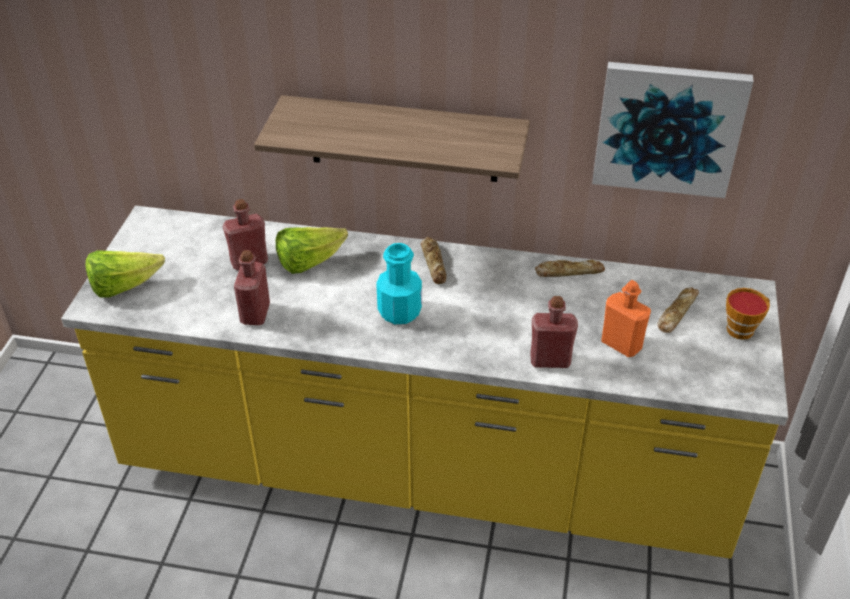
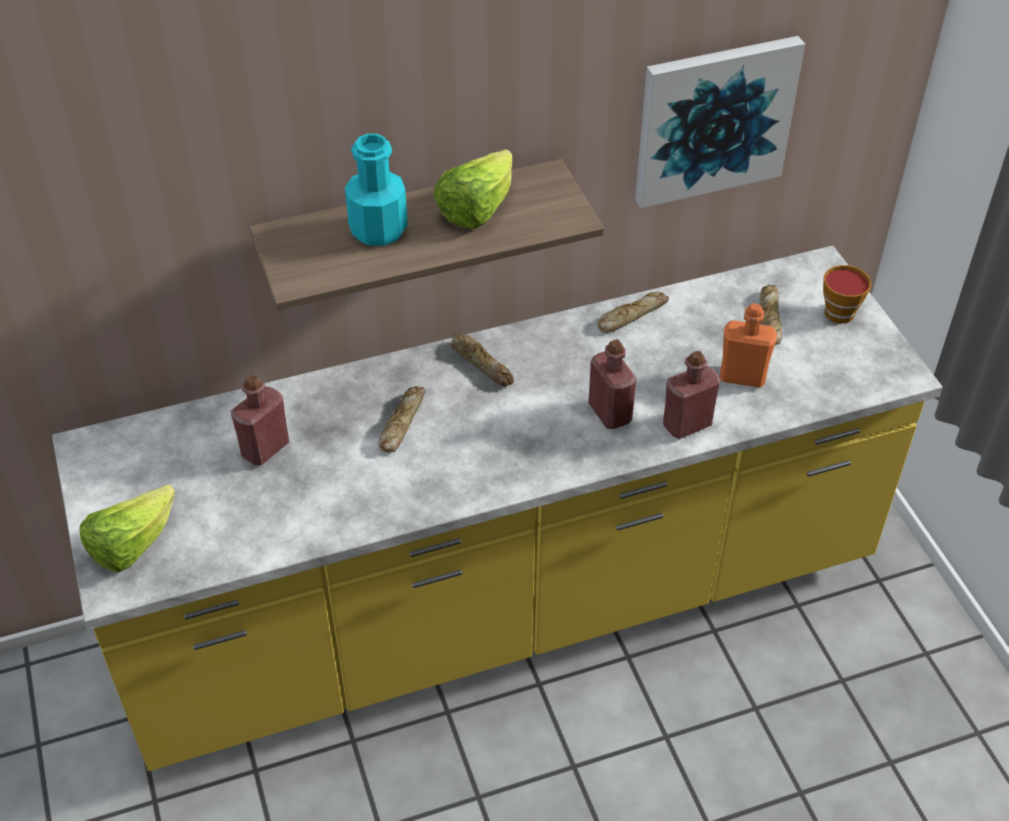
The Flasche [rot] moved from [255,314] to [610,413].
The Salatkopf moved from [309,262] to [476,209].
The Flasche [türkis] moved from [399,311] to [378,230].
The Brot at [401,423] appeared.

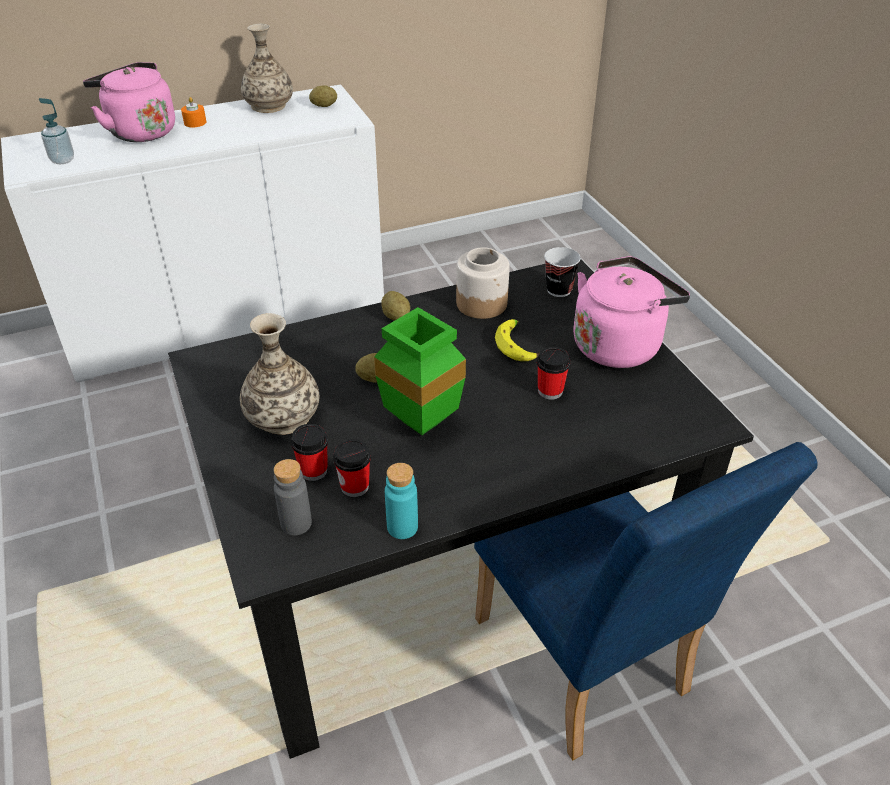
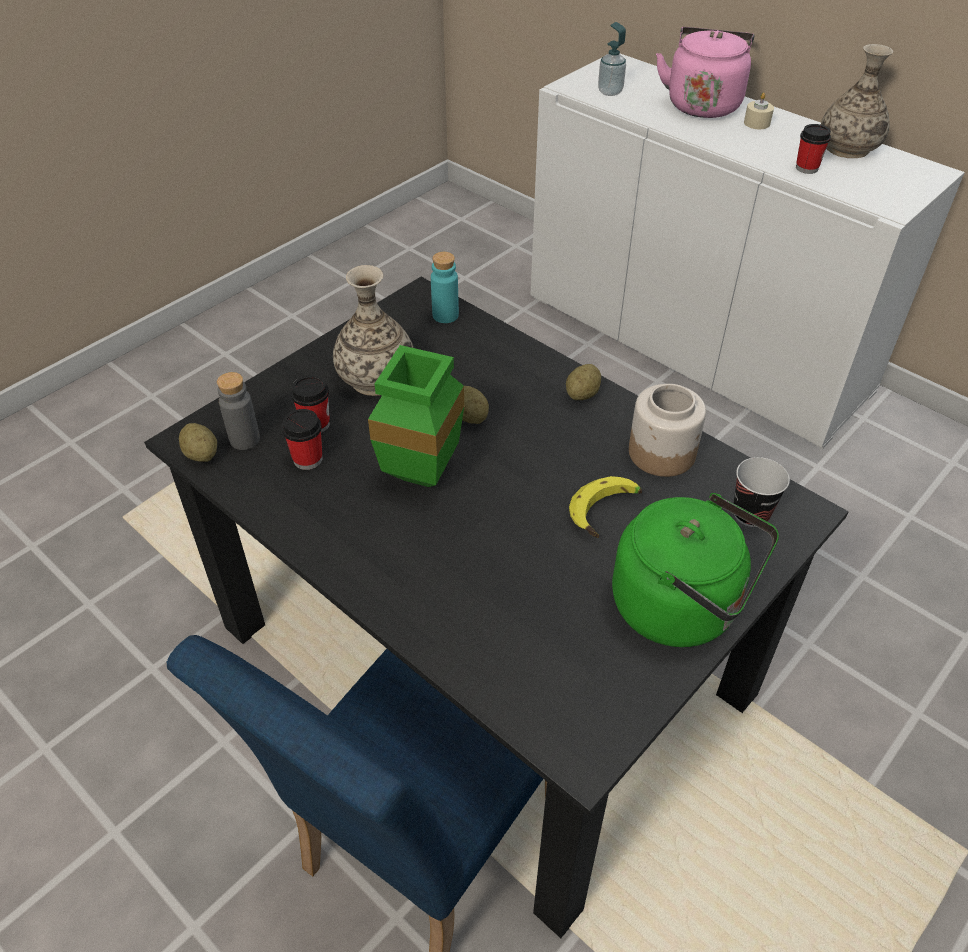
The Kerze [orange] at [195,122] became the Kerze [beige] at [757,123].
The Kartoffel moved from [324,106] to [201,454].
The Flasche [türkis] moved from [402,527] to [445,315].
The Tasse moved from [550,391] to [806,168].
The Wasserkessel [rosa] at [619,344] became the Wasserkessel [grün] at [682,607].

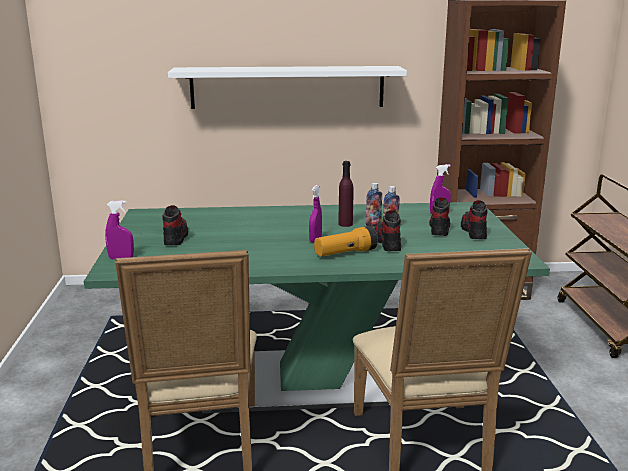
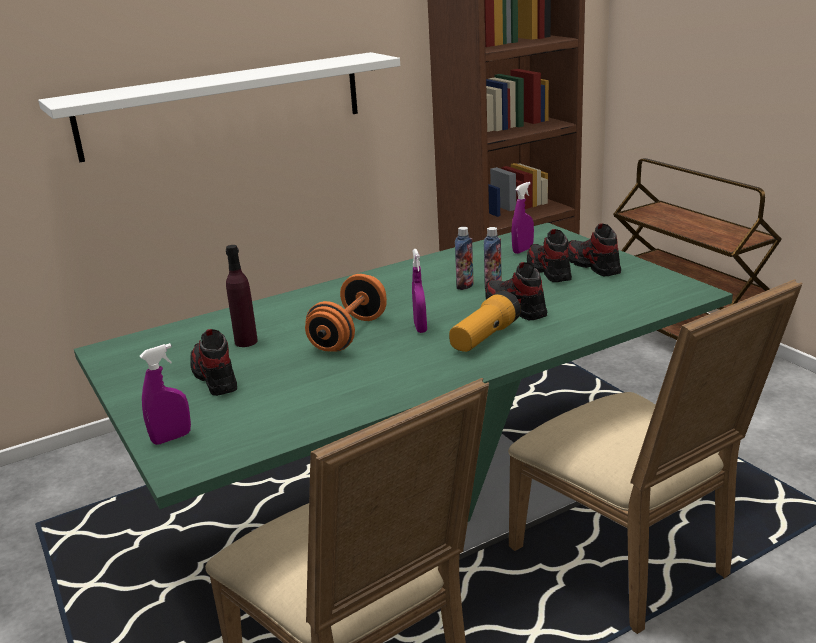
The Flasche [lila] moved from [345,224] to [246,342].
The Hantel [orange] at [349,334] appeared.

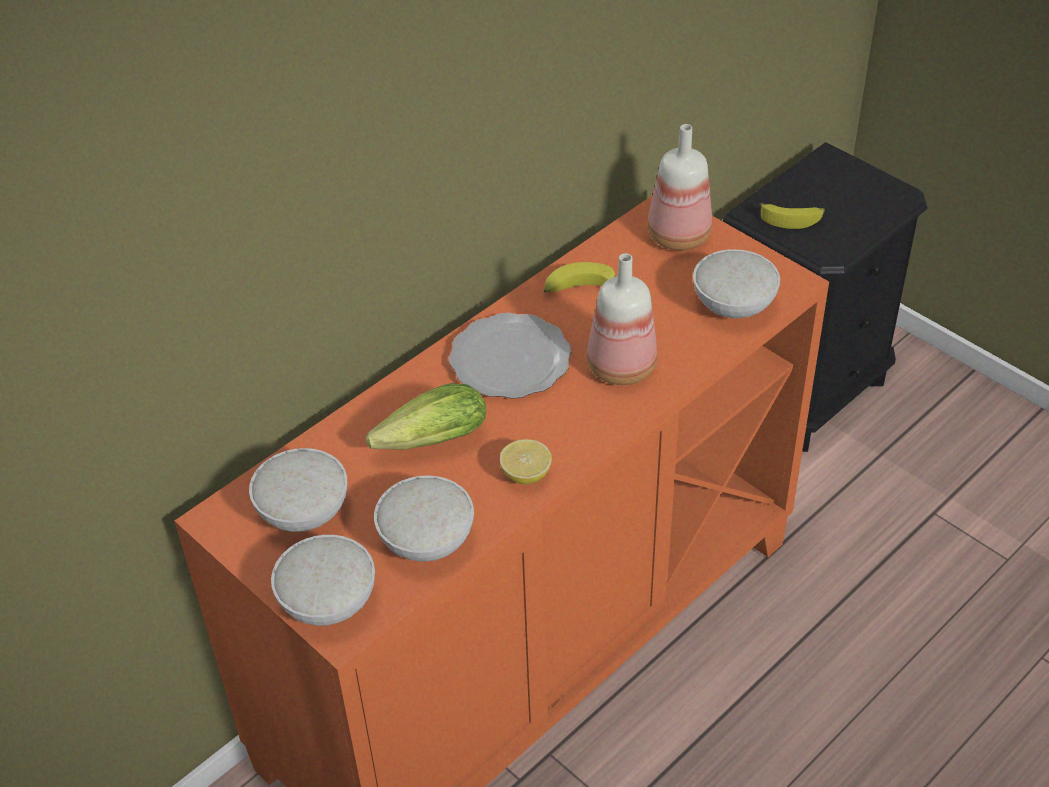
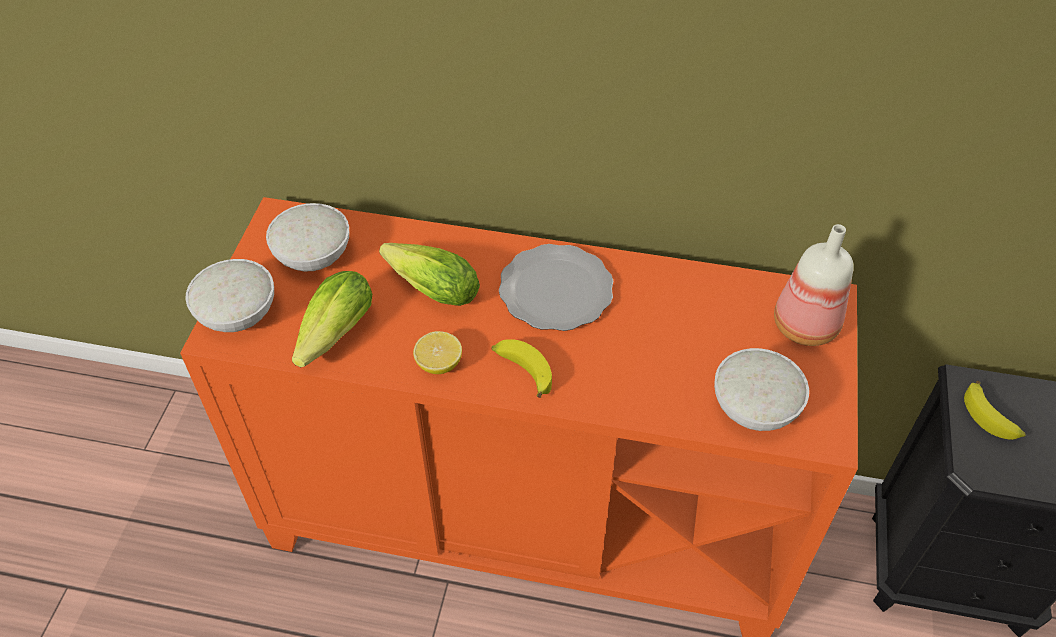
The Schüssel [weiß] at [427,539] was replaced by the Salatkopf at [332,338].
The Banane moved from [578,289] to [522,371].
The Flasche at [621,369] disappeared.

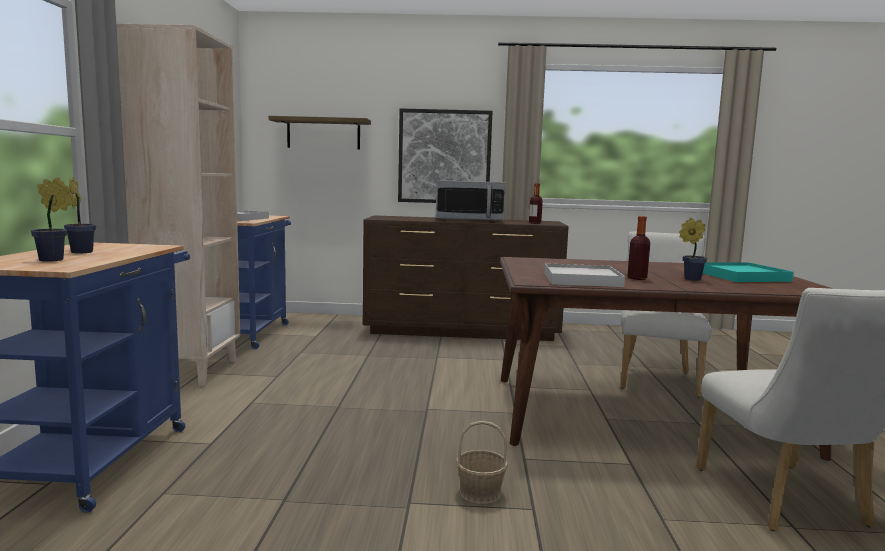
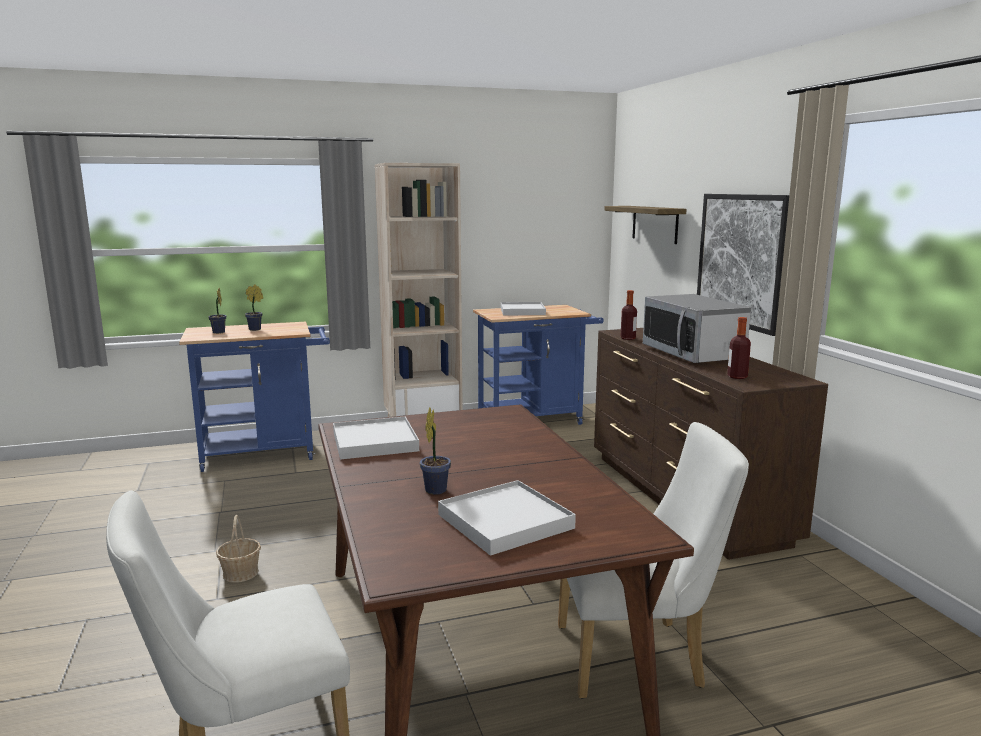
The Flasche moved from [637,278] to [628,338].
The Tablett [türkis] at [742,276] became the Tablett [weiß] at [505,521].

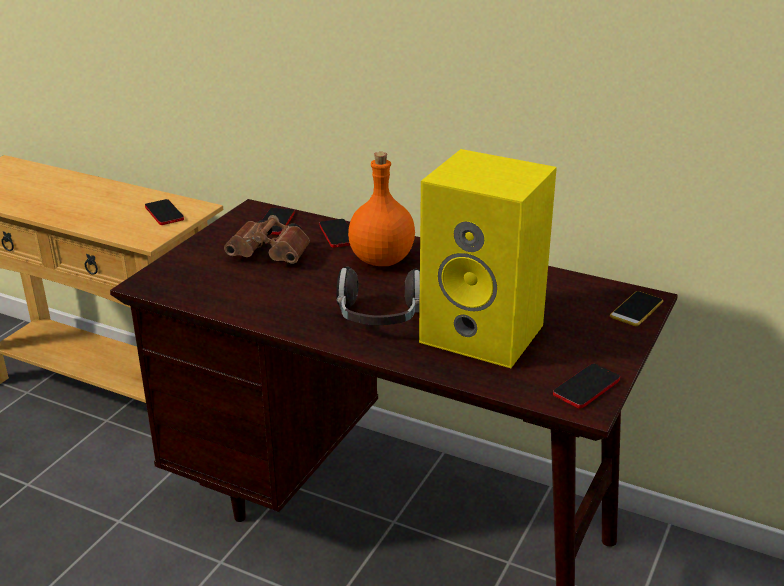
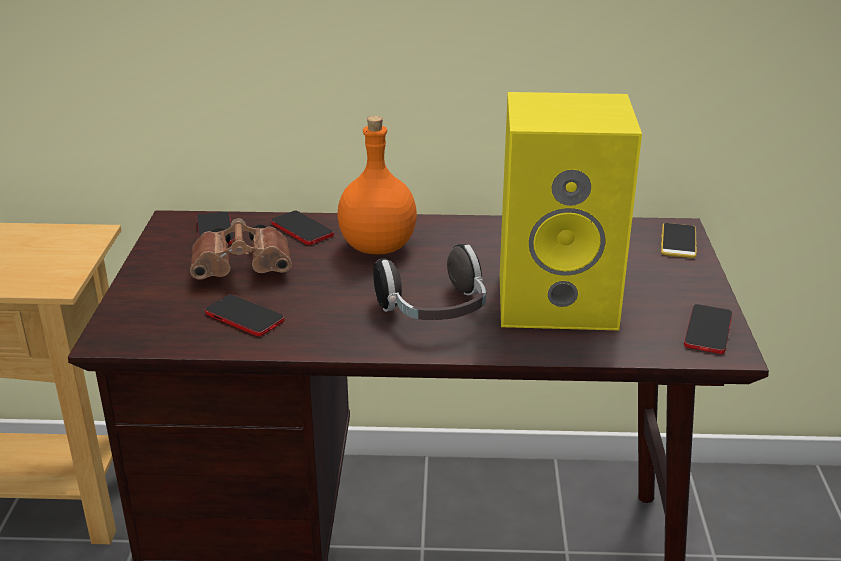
The Handy moved from [164,213] to [244,317].

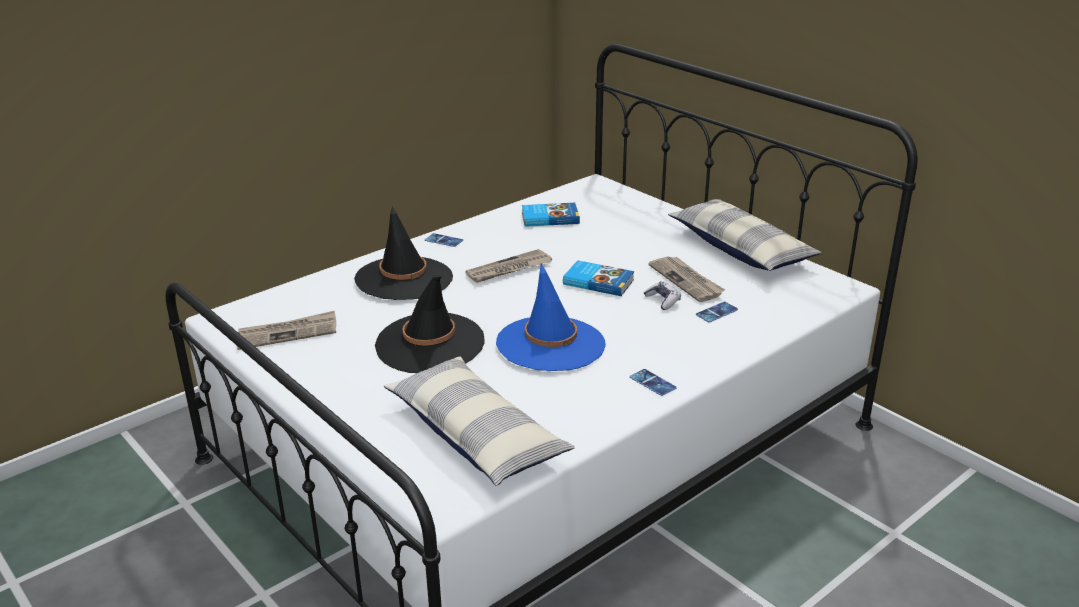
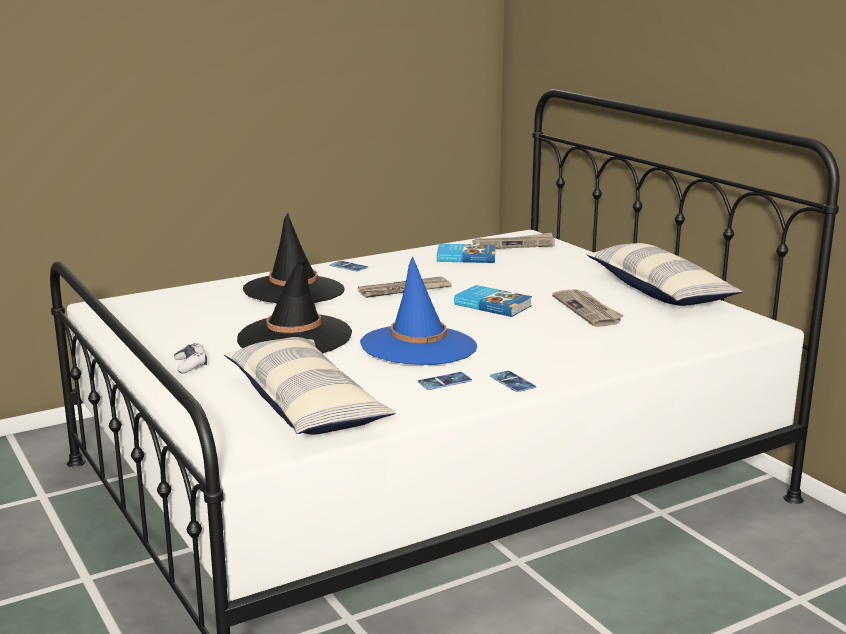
The Zeitung moved from [287,333] to [514,244].
The Gamepad moved from [663,300] to [191,365].
The Handy moved from [716,312] to [444,381].

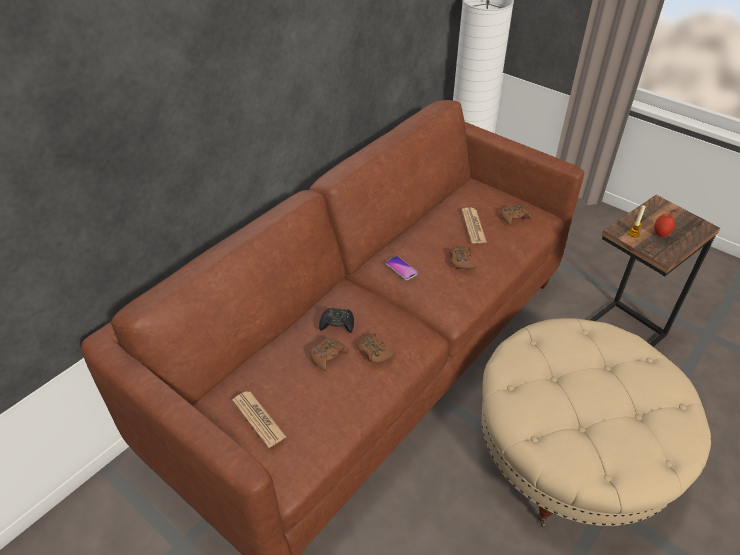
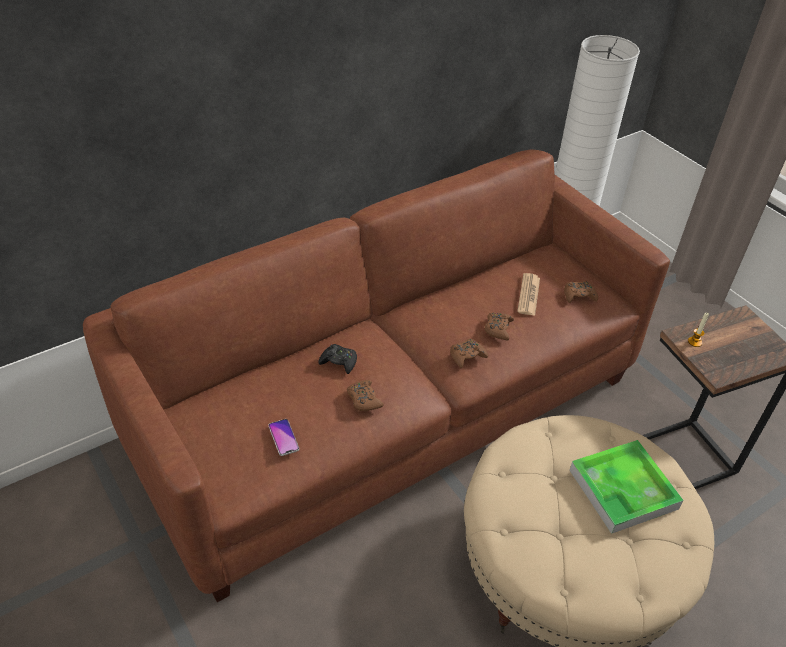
The Zeitung at [258,419] disappeared.
The Gamepad [braun] moved from [328,356] to [467,356].
The Handy moved from [401,268] to [283,438].
The Apfel at [660,233] disappeared.
The Tablett at [623,489] appeared.

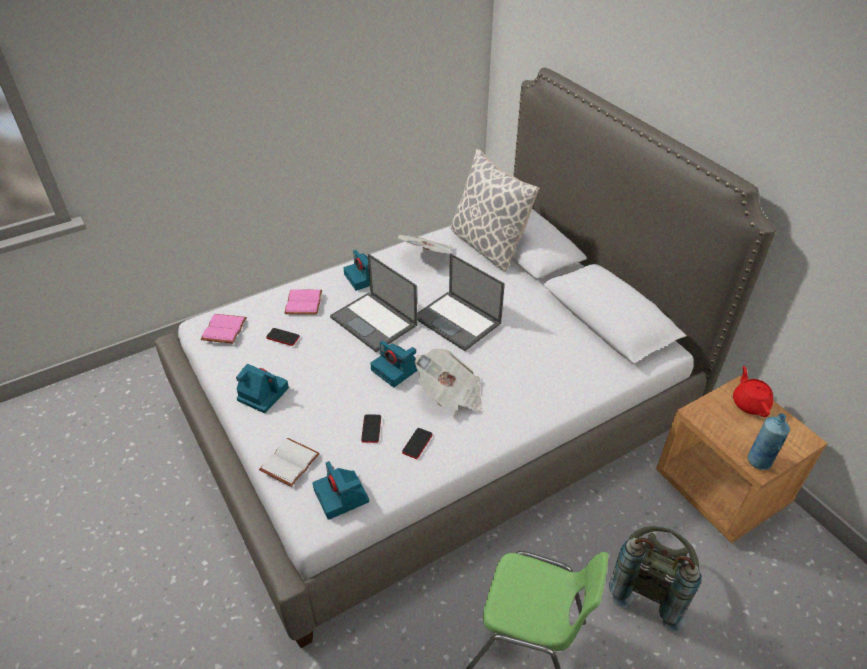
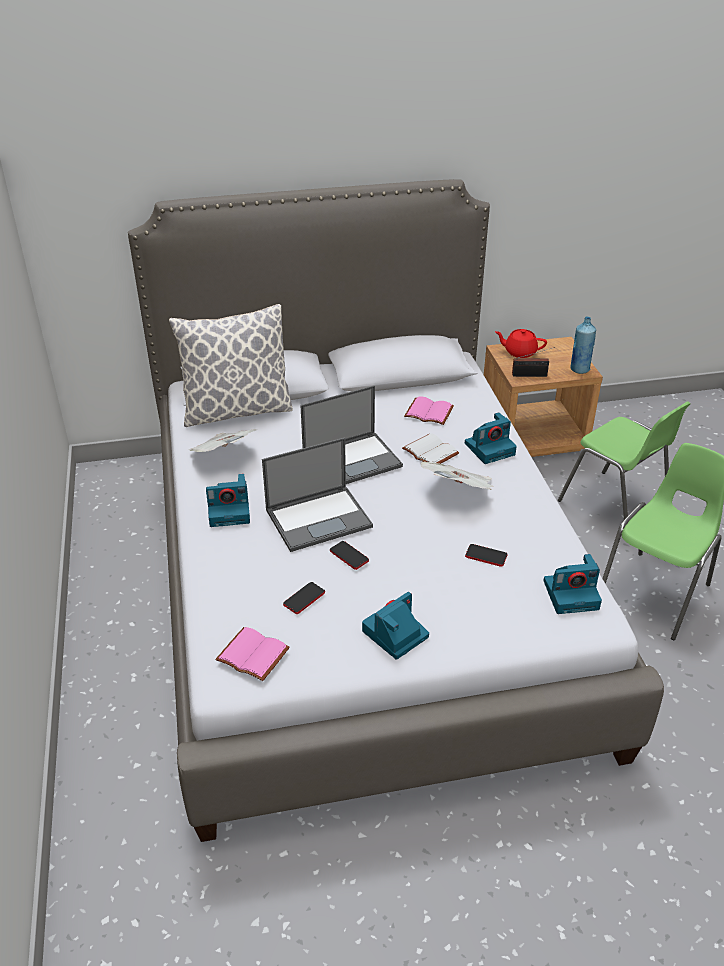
The Buch [weiß] moved from [289,461] to [428,452].
The Buch [rosa] moved from [305,303] to [430,412].
The Kamera moved from [397,369] to [490,448].
The Handy moved from [417,443] to [349,556].
The Rucksack [grau] at [649,587] was replaced by the Stuhl [grün] at [614,507].
The Radio at [531,375] appeared.

